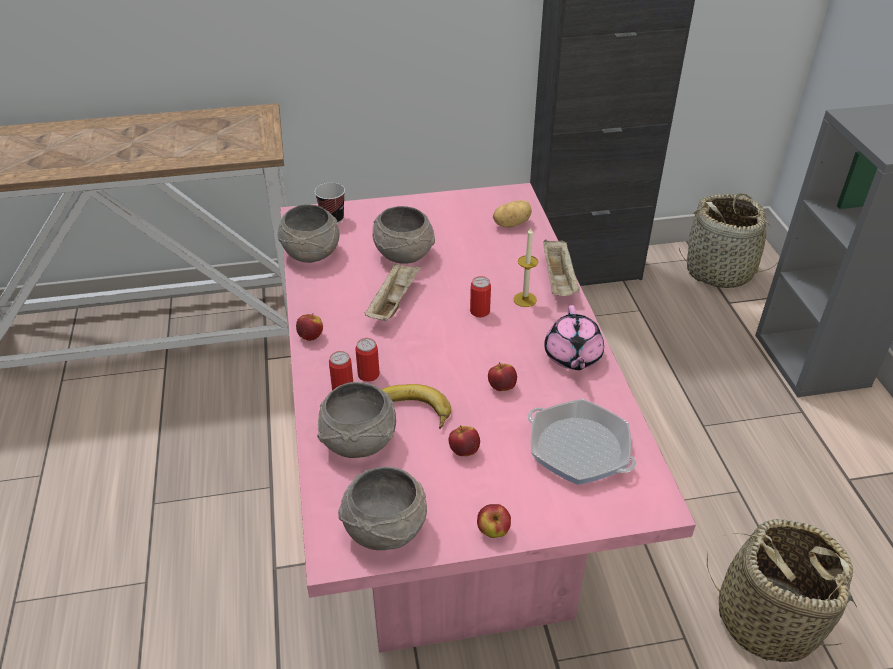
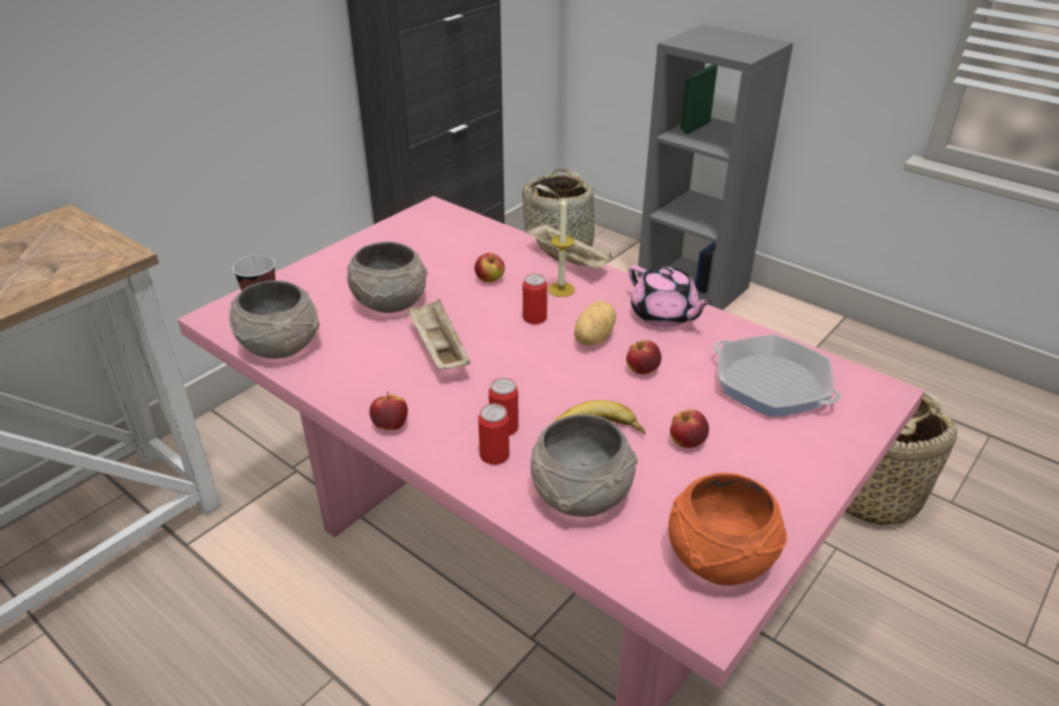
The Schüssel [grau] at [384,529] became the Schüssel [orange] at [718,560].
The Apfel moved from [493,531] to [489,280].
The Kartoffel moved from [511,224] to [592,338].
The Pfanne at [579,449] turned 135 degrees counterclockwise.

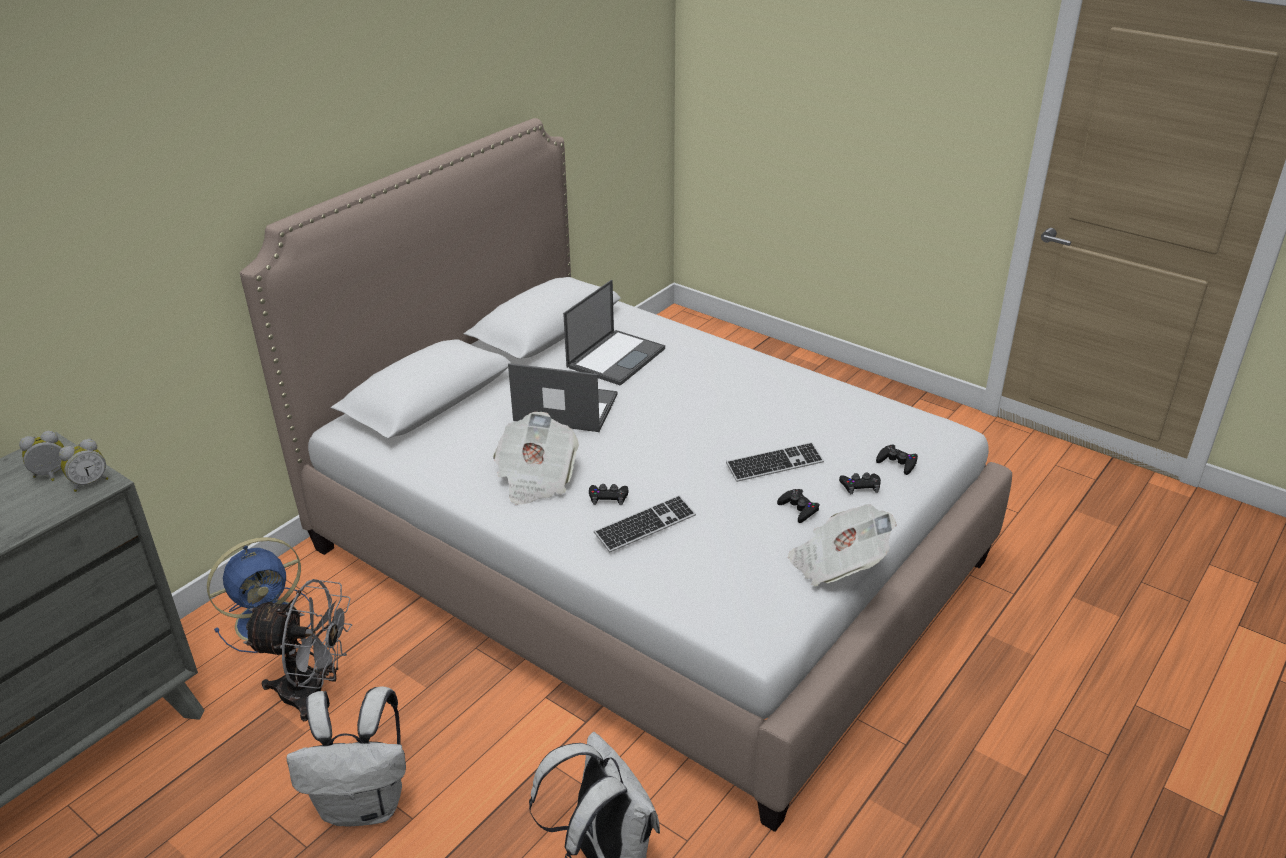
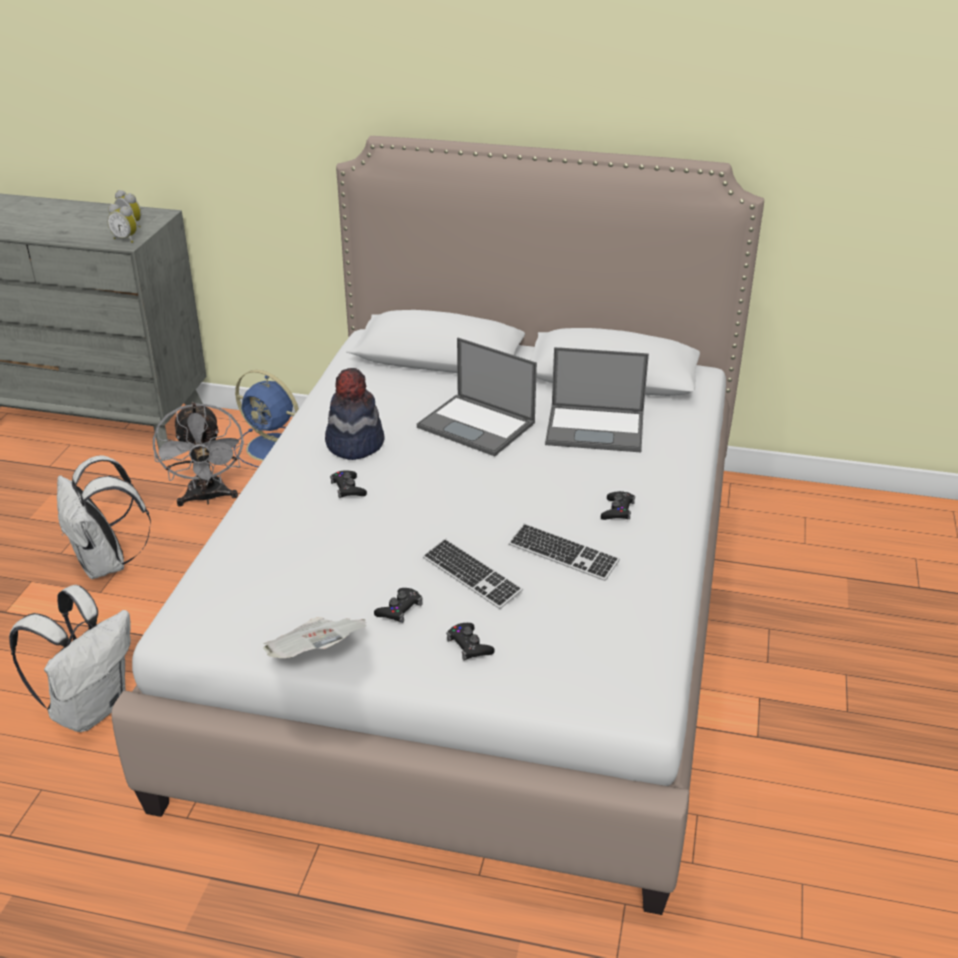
The Zeitung at [536,478] was replaced by the Hut at [354,443].
The Laptop at [564,408] turned 135 degrees clockwise.
The Tastatur moved from [645,526] to [563,554].
The Gamepad [schwarz] moved from [897,463] to [617,510].

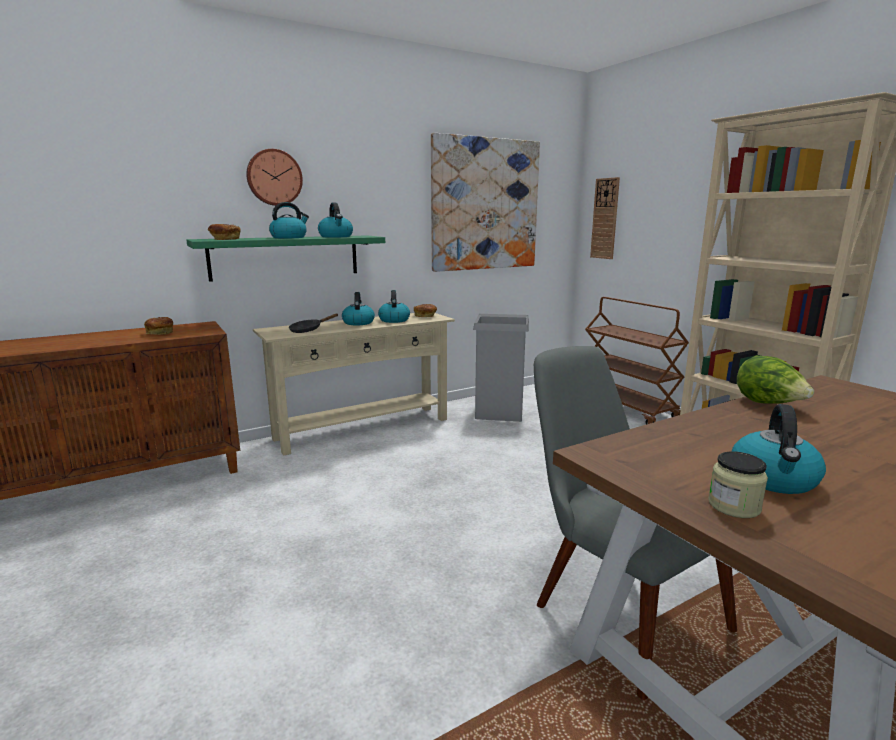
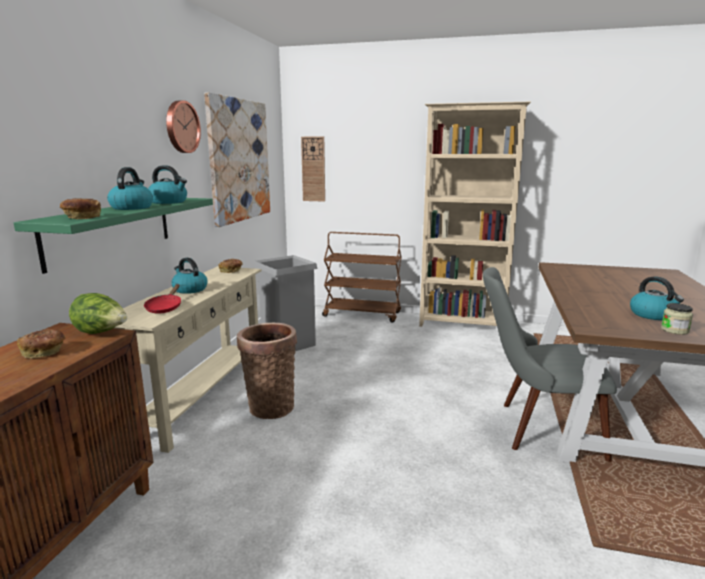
The Wanduhr moved from [274,177] to [181,127].
The Pfanne [schwarz] at [308,330] became the Pfanne [rot] at [165,307].
The Wasserkessel at [394,320] disappeared.
The Salatkopf moved from [769,404] to [102,333].
The Korb at [270,405] appeared.

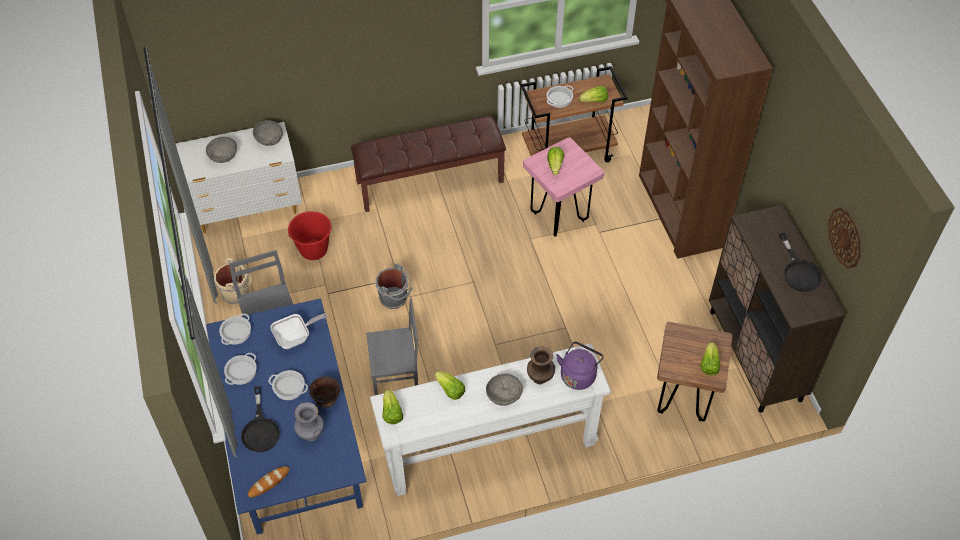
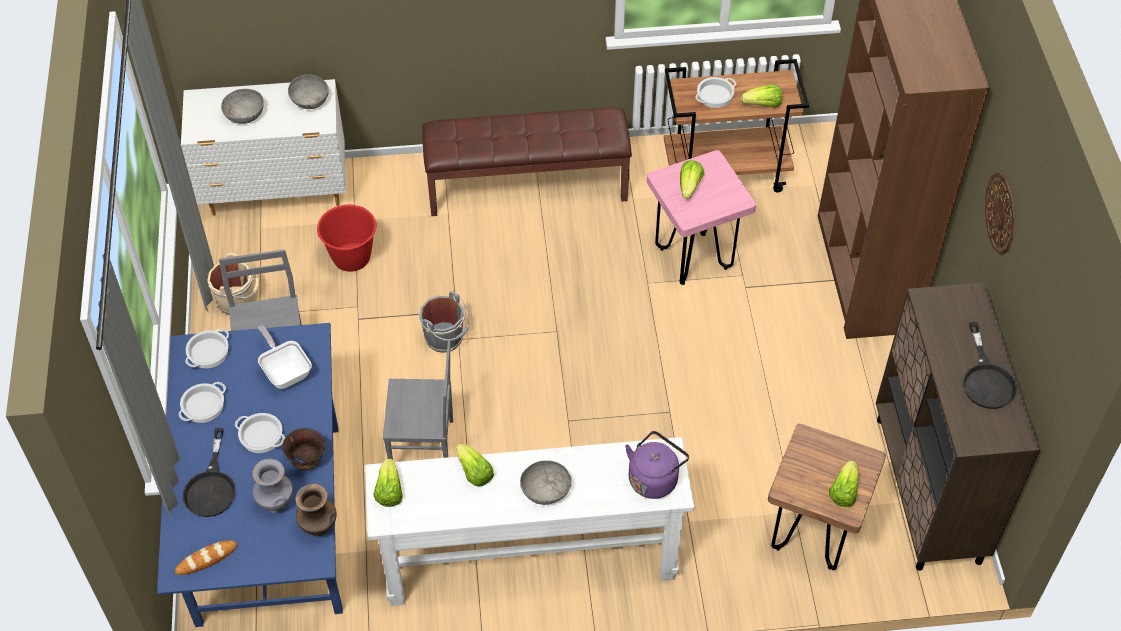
The Pfanne at [296,338] turned 105 degrees counterclockwise.
The Vase [braun] moved from [540,378] to [319,527].
The Wanduhr moved from [845,237] to [1001,213].

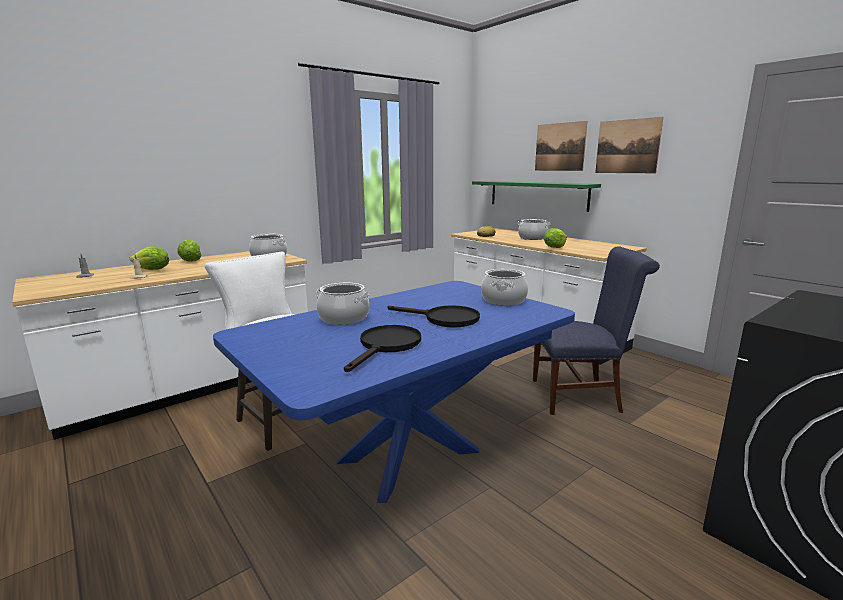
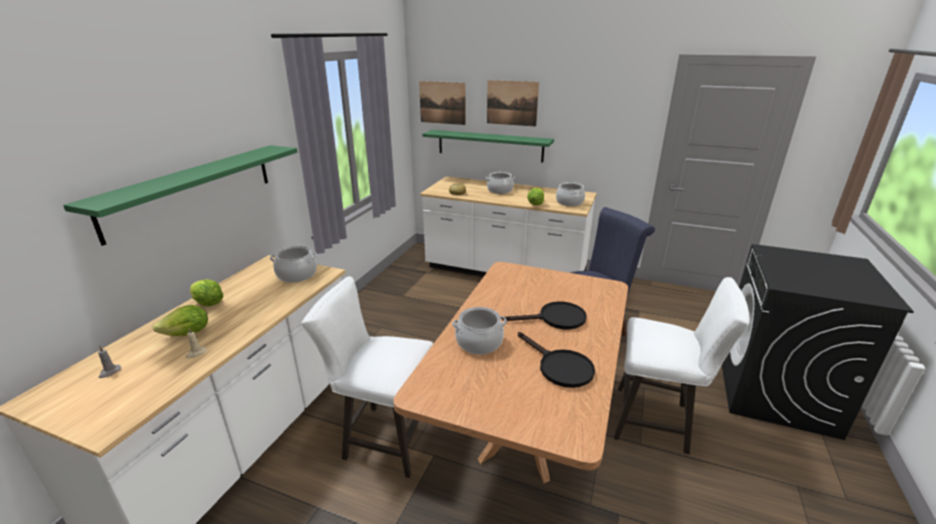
The Esstisch [blau] at [408,455] became the Esstisch [braun] at [525,431].
The Pfanne [schwarz] at [386,346] turned 150 degrees clockwise.
The Kochtopf moved from [503,300] to [569,202].
The Bild moved from [627,146] to [442,103].
The Wandregal [grün] at [193,189] appeared.
The Hocker [weiß] at [658,421] appeared.

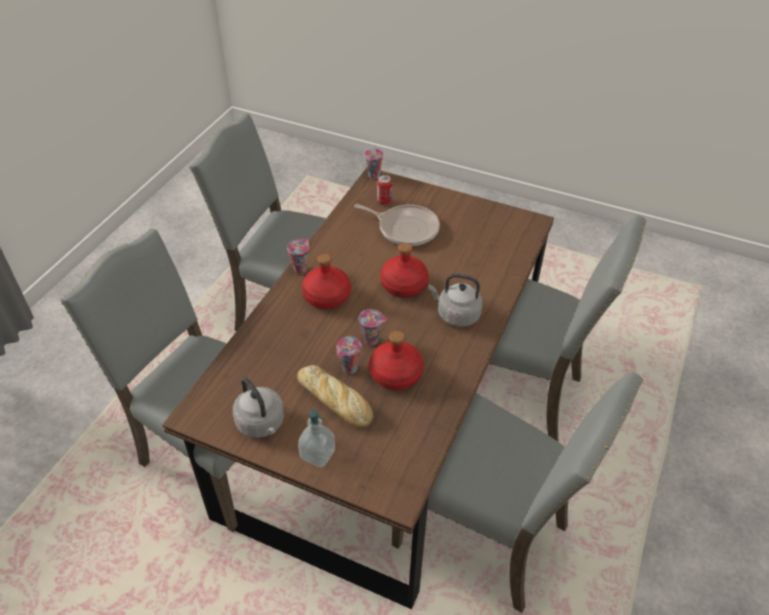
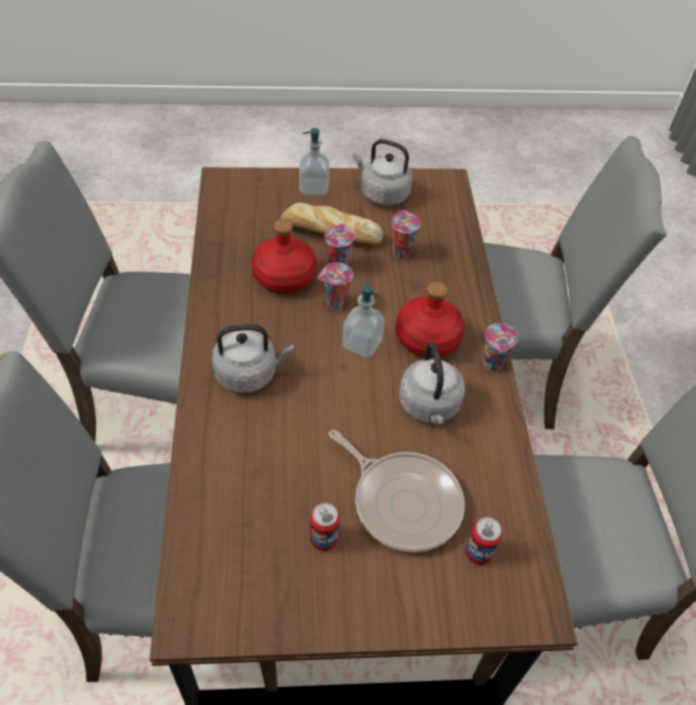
The Pfanne at [405,228] turned 135 degrees counterclockwise.
The Tasse moved from [374,176] to [401,251].
The Flasche [rot] at [404,285] disappeared.
The Dose at [323,539] appeared.
The Seifenspender at [362,344] appeared.
The Wasserkessel [grau] at [429,406] appeared.

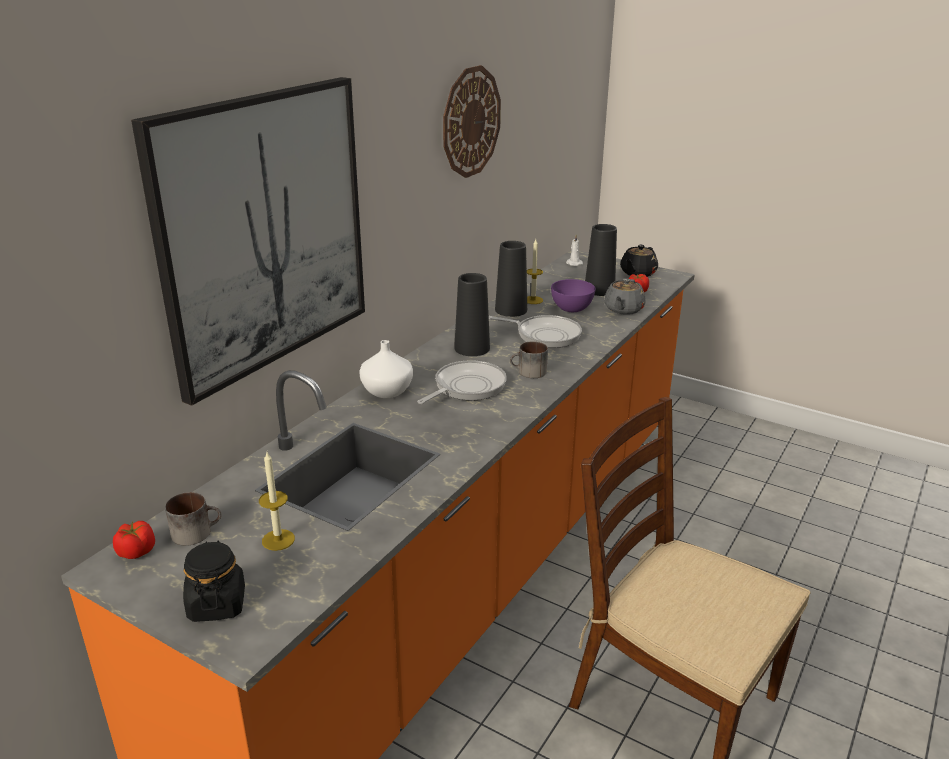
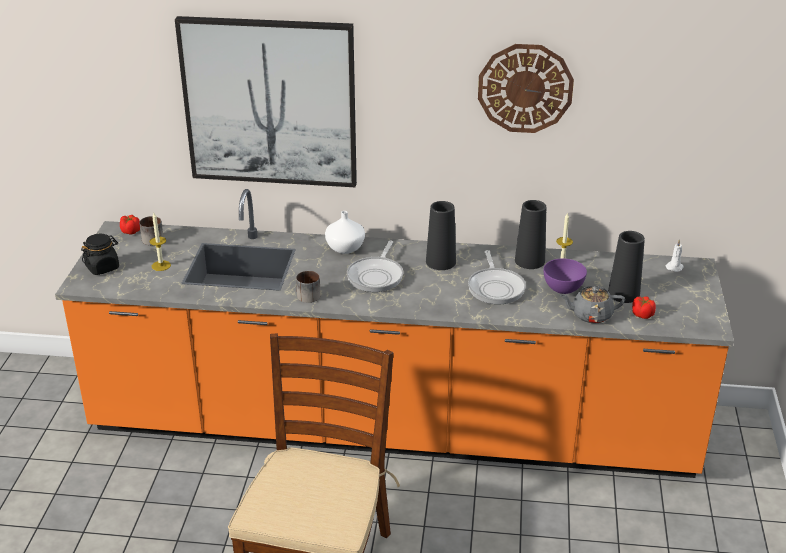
The Pfanne at [466,387] turned 90 degrees clockwise.
The Henkelbecher moved from [528,372] to [306,295].
The Teekanne [schwarz] at [637,273] disappeared.

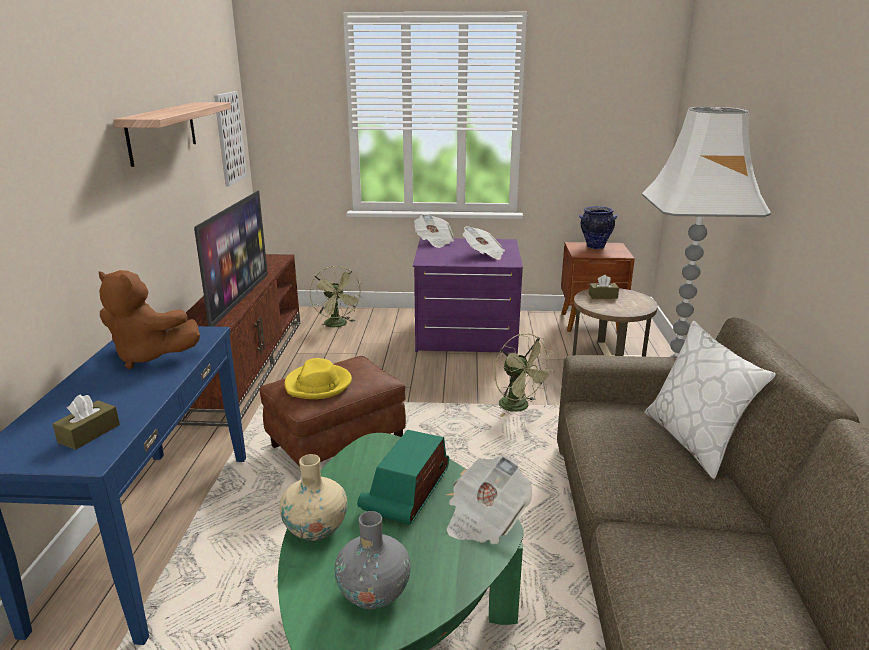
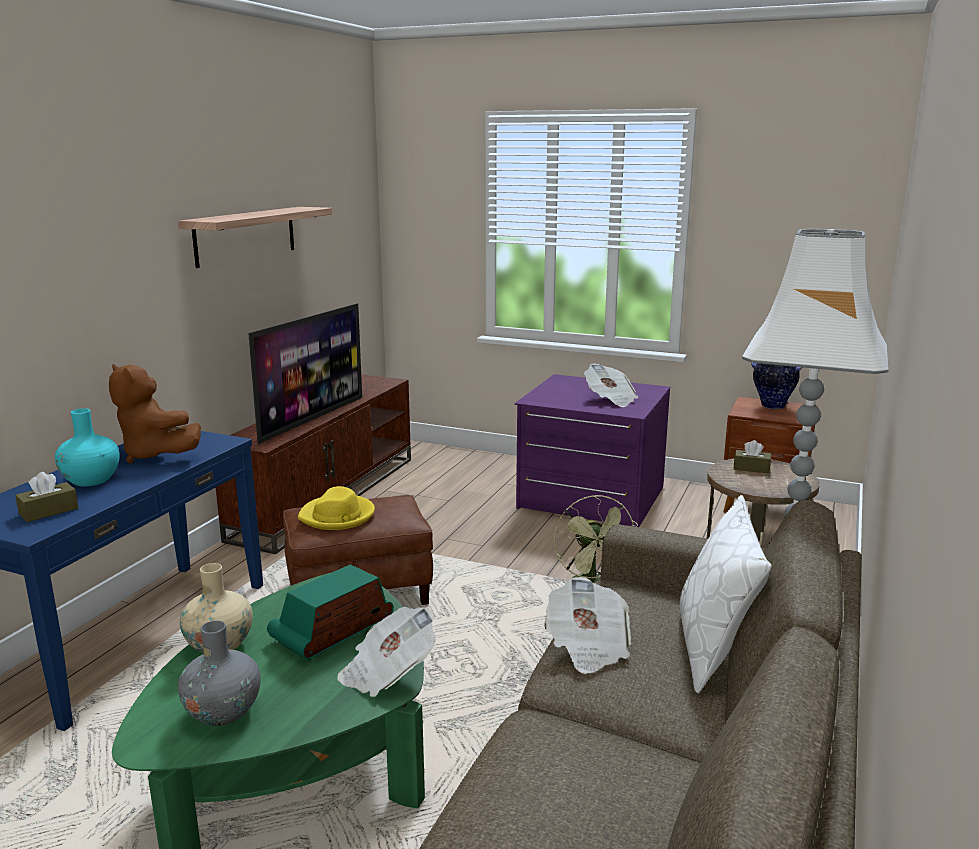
The Bild at [230,138] disappeared.
The Ventilator [grün] at [338,325] disappeared.
The Zeitung moved from [434,242] to [587,646].
The Vase [türkis] at [91,480] appeared.

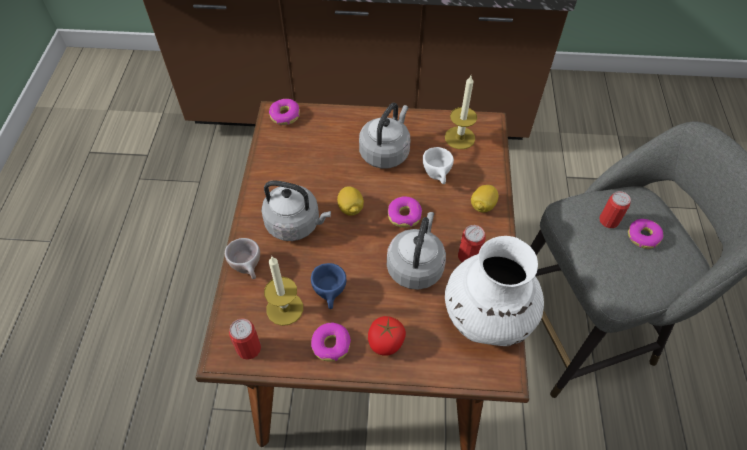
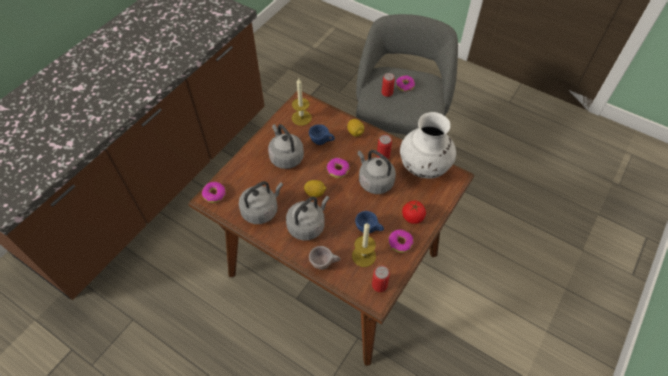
The Tasse [weiß] at [437,177] became the Tasse [blau] at [322,142].
The Wasserkessel [grau] at [261,210] appeared.

